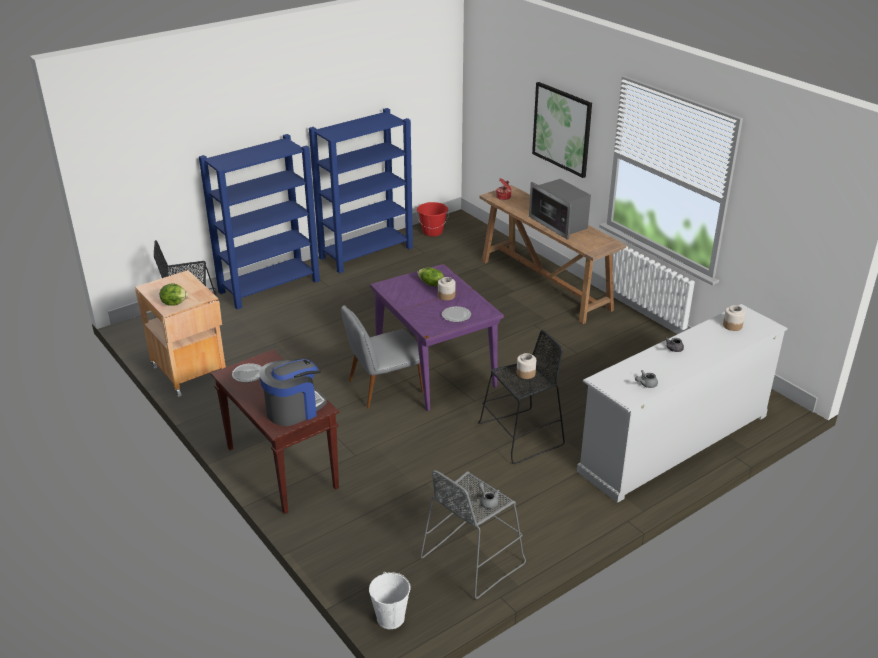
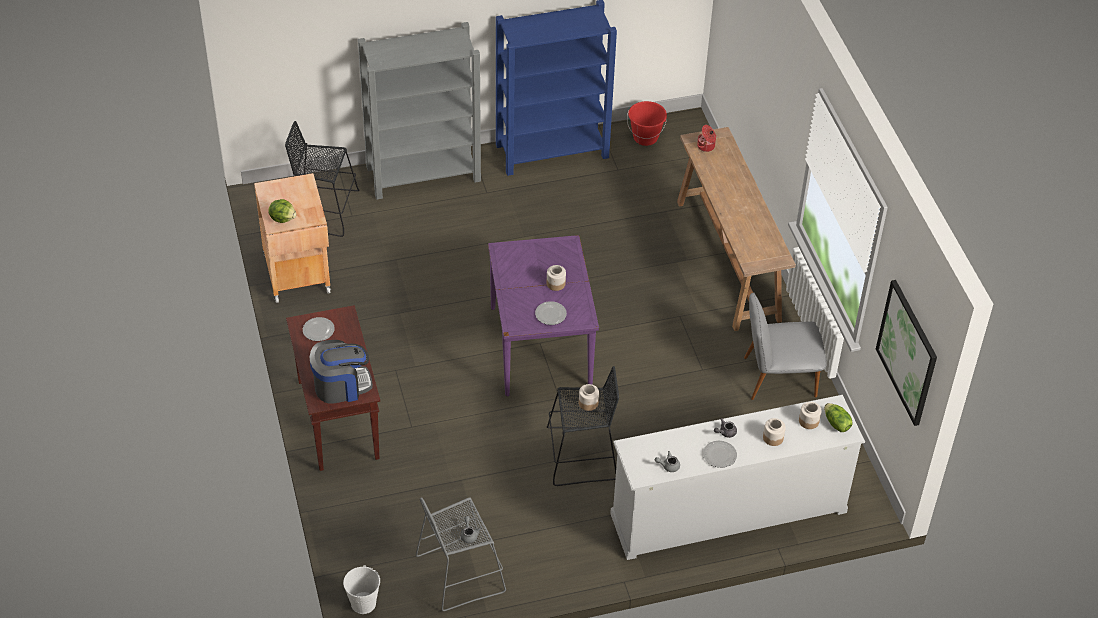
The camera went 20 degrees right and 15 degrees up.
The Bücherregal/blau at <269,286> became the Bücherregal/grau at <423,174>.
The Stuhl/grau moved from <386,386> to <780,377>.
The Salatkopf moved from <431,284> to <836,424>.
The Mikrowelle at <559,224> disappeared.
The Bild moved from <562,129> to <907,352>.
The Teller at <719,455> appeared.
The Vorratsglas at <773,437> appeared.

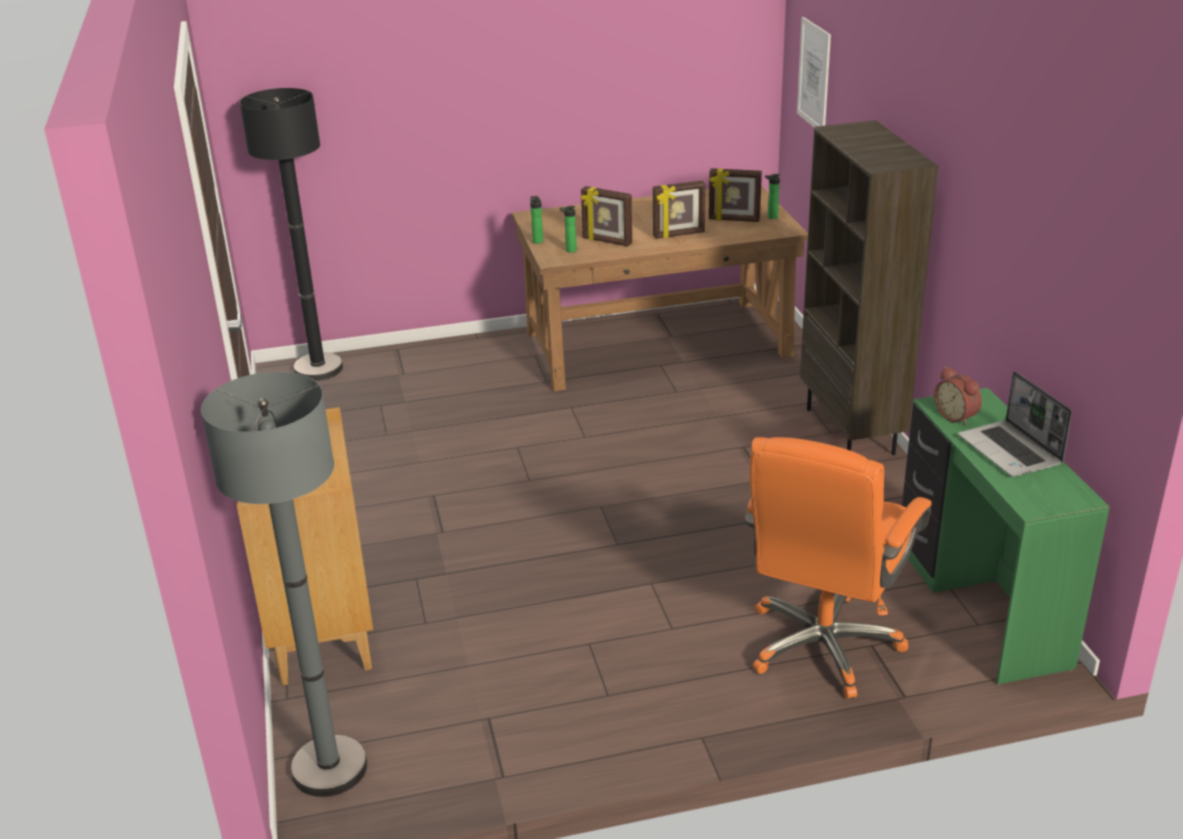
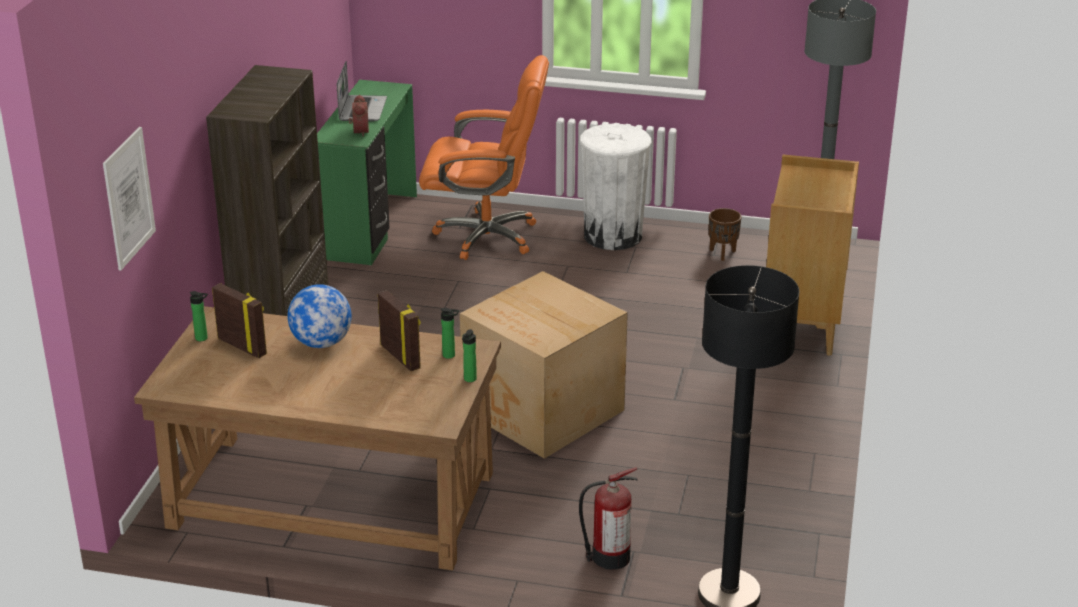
The camera went 155 degrees left and 0 degrees up.
The Bilderrahmen at <679,234> was replaced by the Globus at <321,343>.
The Bürostuhl/orange at <824,642> turned 45 degrees clockwise.
The Karton at <543,412> appeared.
The Feuerlöscher at <608,557> appeared.
The Mülleimer/weiß at <613,236> appeared.
The Pflanzkübel/braun at <723,253> appeared.

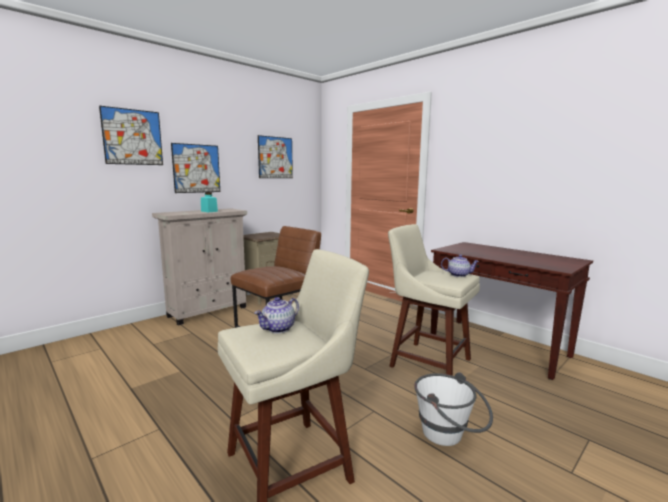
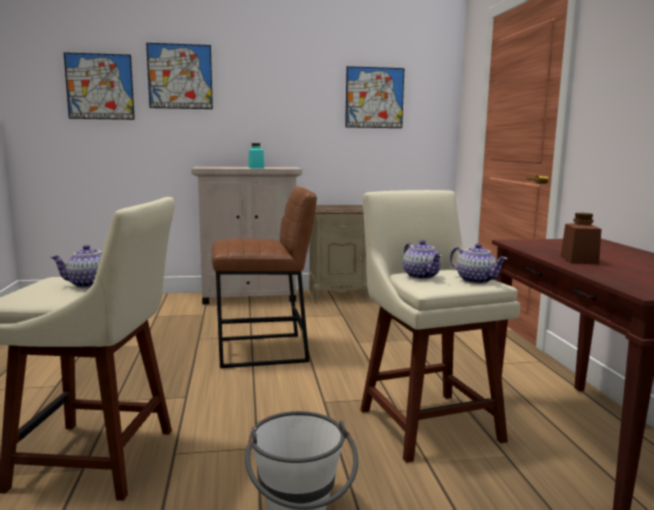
The camera went 35 degrees right and 0 degrees up.
The Bild moved from <196,168> to <100,86>.
The Teekanne at <422,276> appeared.
The Vorratsglas/braun at <579,260> appeared.

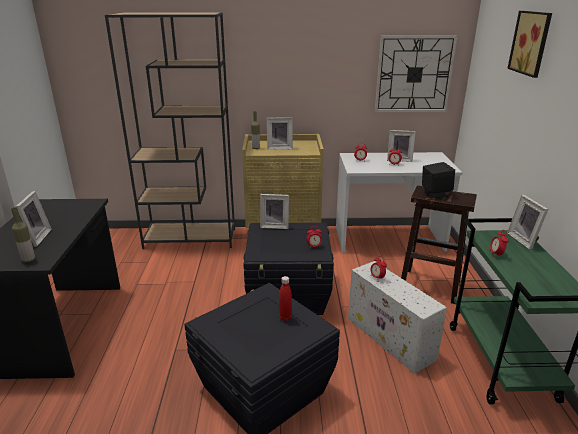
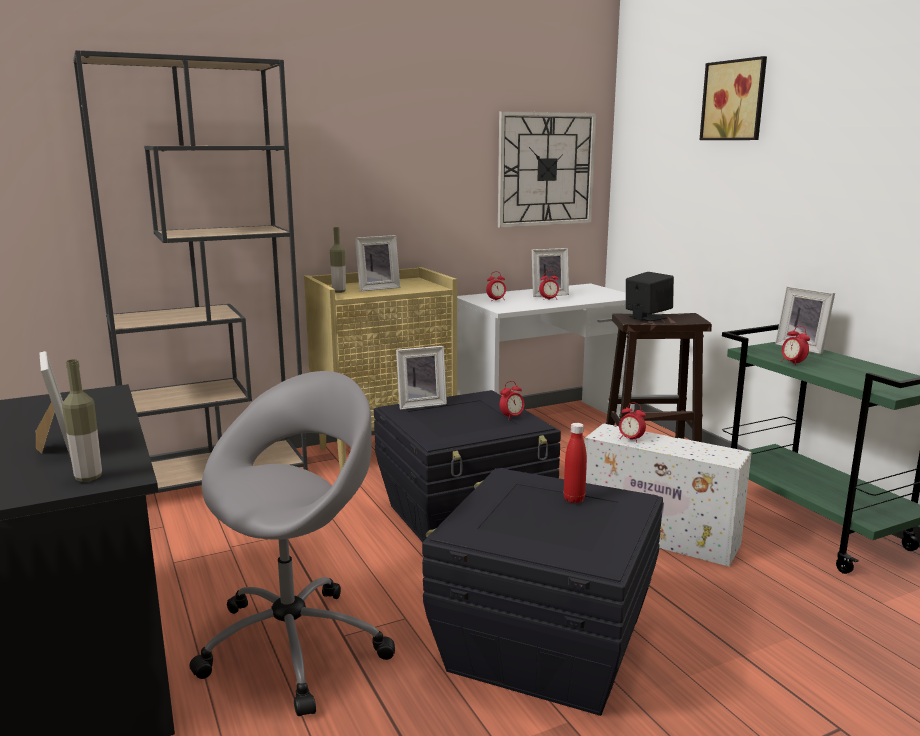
The camera went 25 degrees left and 10 degrees down.
The Bürostuhl/grau at <297,644> appeared.

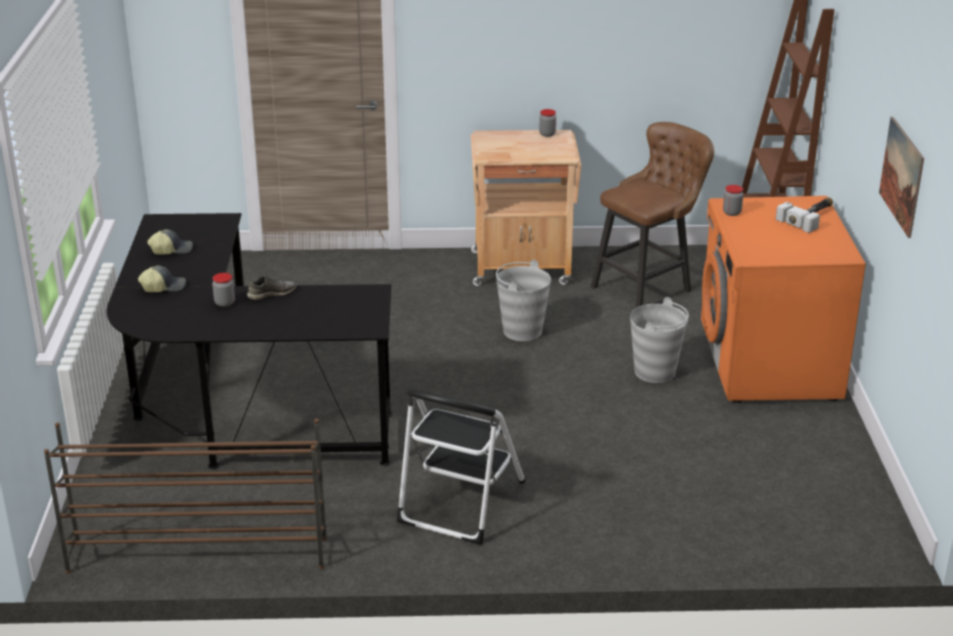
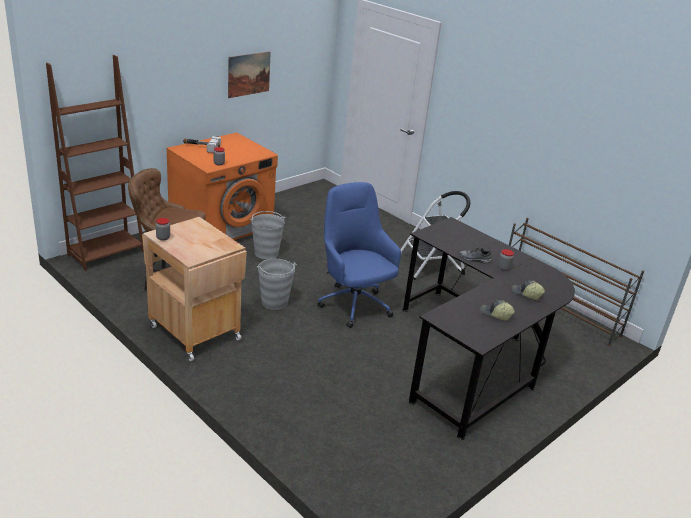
The camera went 135 degrees left and 0 degrees up.
The Bürostuhl/blau at <353,305> appeared.

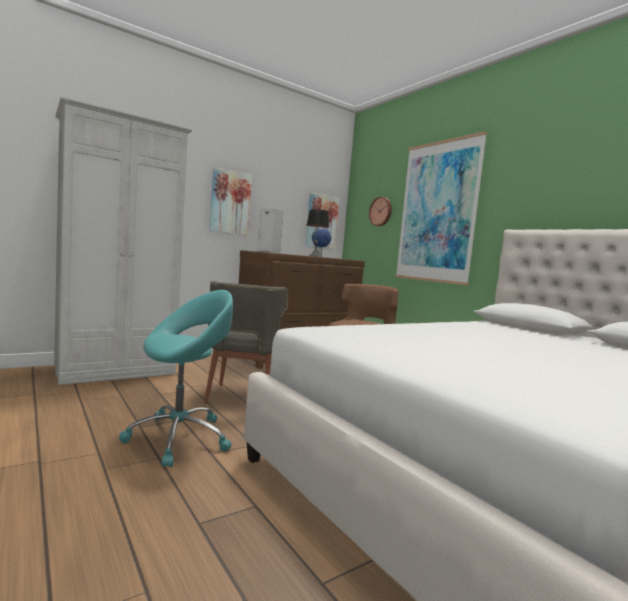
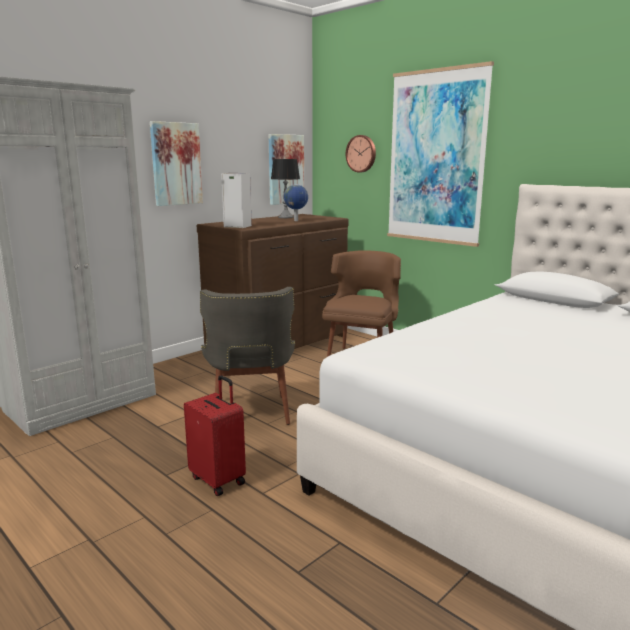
The camera went 10 degrees left and 10 degrees up.
The Bürostuhl/türkis at <181,437> was replaced by the Koffer/rot at <219,480>.

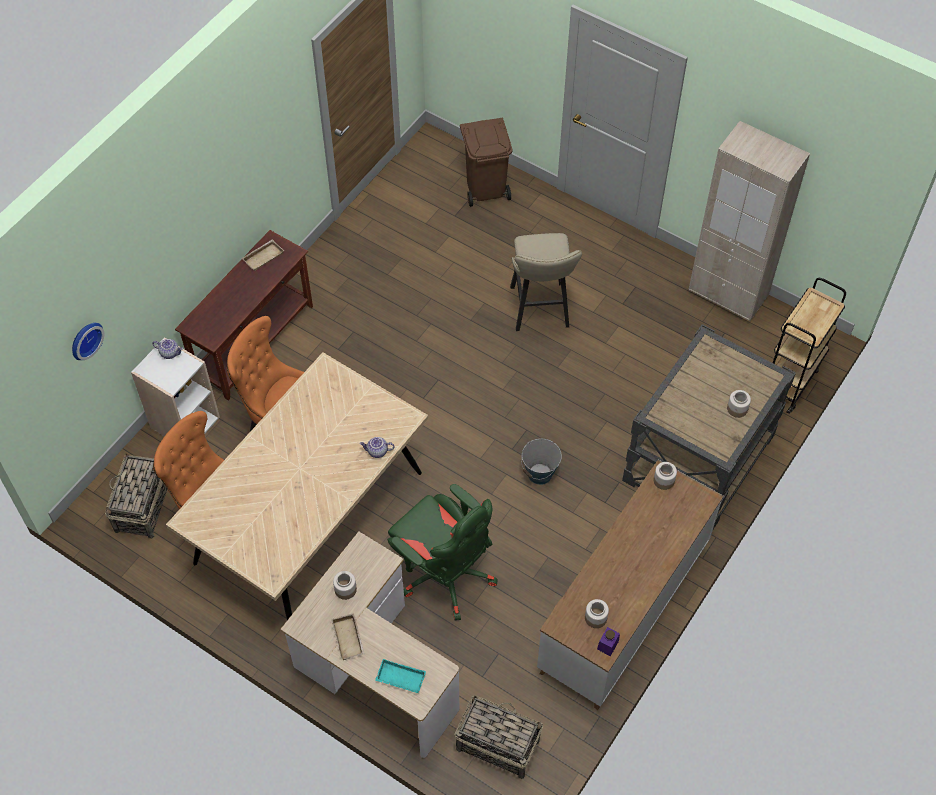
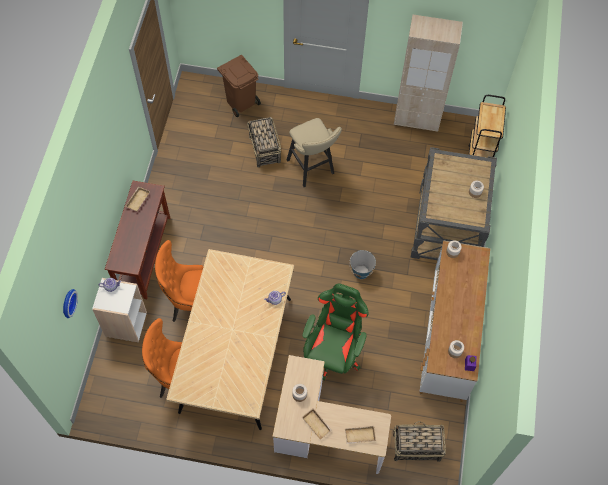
The camera went 25 degrees left and 5 degrees up.
The Korb moved from <142,507> to <264,149>.
The Tablett/türkis at <399,679> became the Tablett/beige at <359,436>.
The Bürostuhl/grün at <441,570> turned 90 degrees counterclockwise.

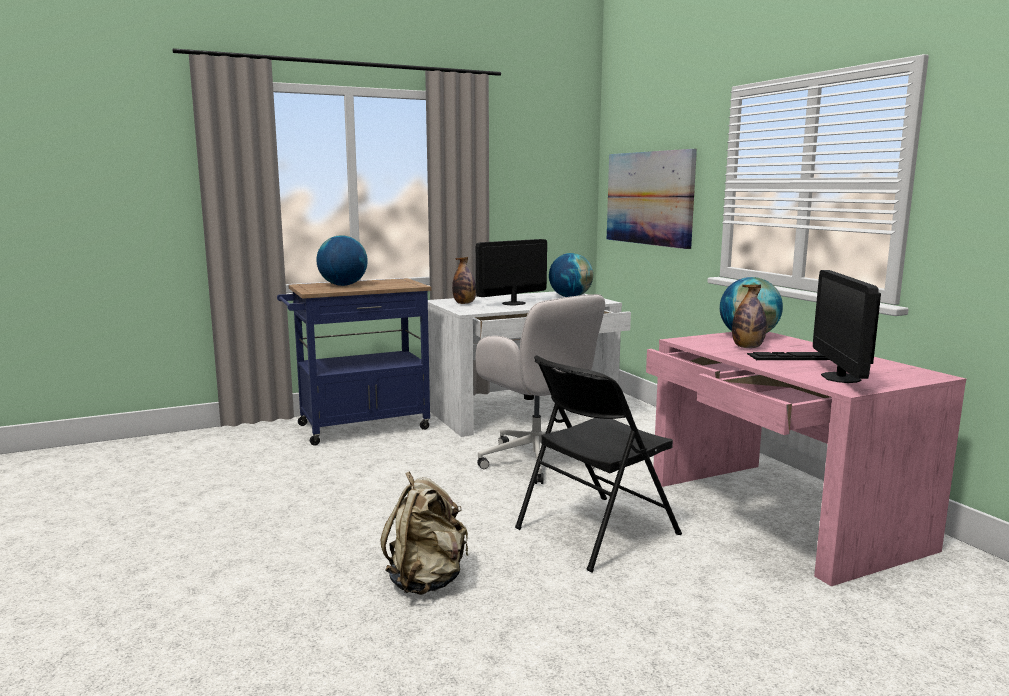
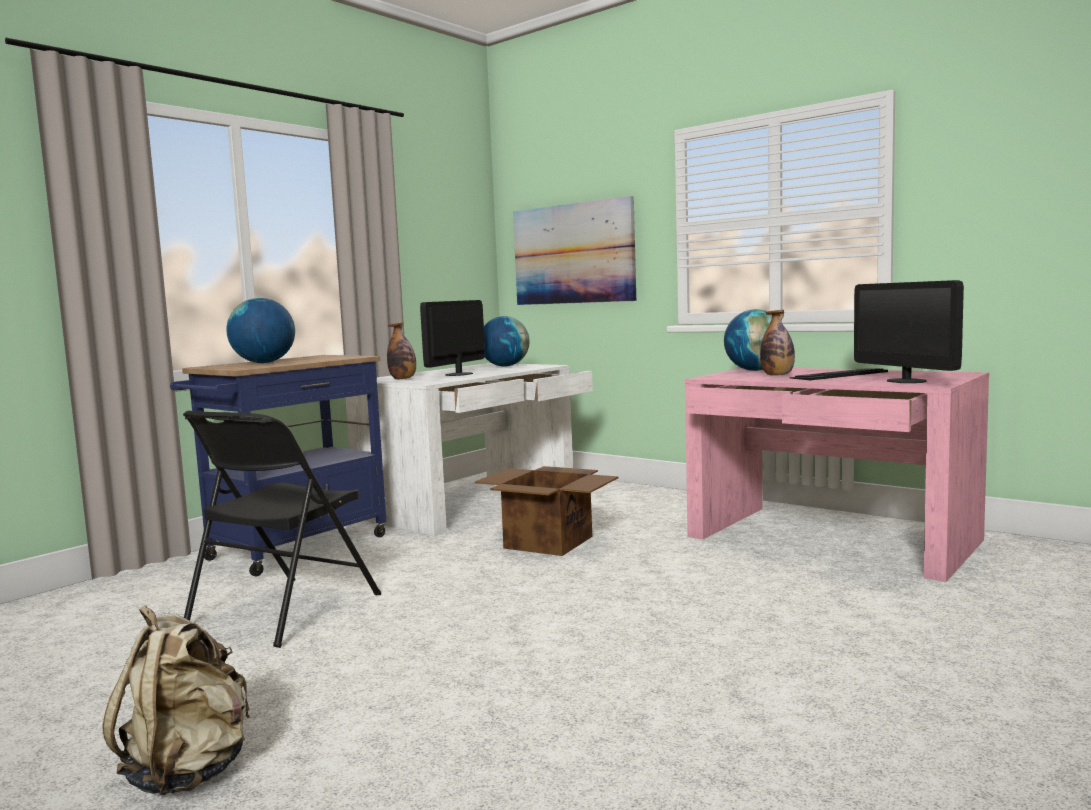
The camera went 25 degrees left and 5 degrees down.
The Rucksack/beige moved from <427,581> to <189,771>.
The Bürostuhl/weiß at <535,461> was replaced by the Karton at <549,542>.
The Stuhl/schwarz moved from <597,531> to <284,610>.

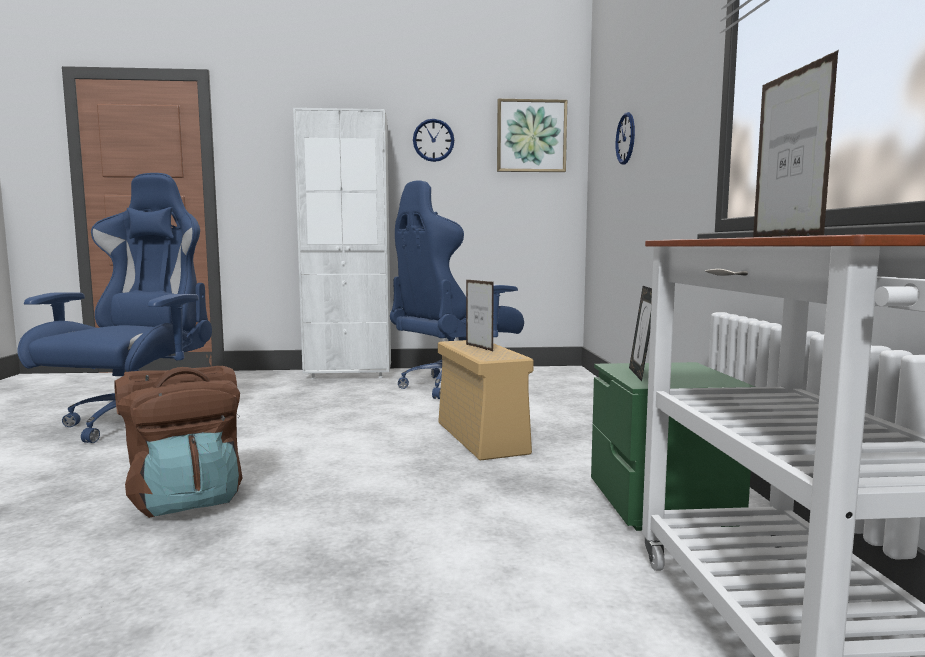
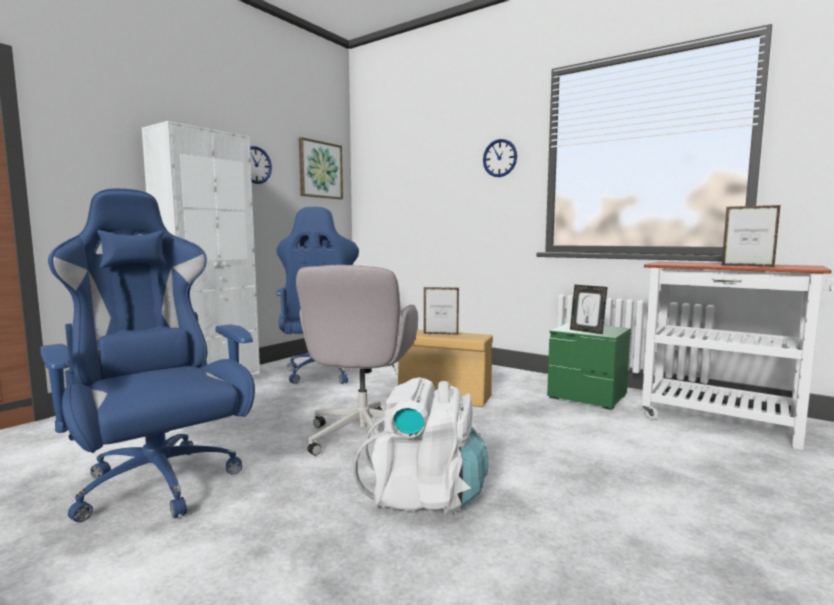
The camera went 50 degrees left and 0 degrees up.
The Rucksack/braun at <186,498> became the Rucksack/weiß at <424,496>.
The Wanduhr moved from <625,138> to <500,158>.
The Bürostuhl/grau at <362,437> appeared.

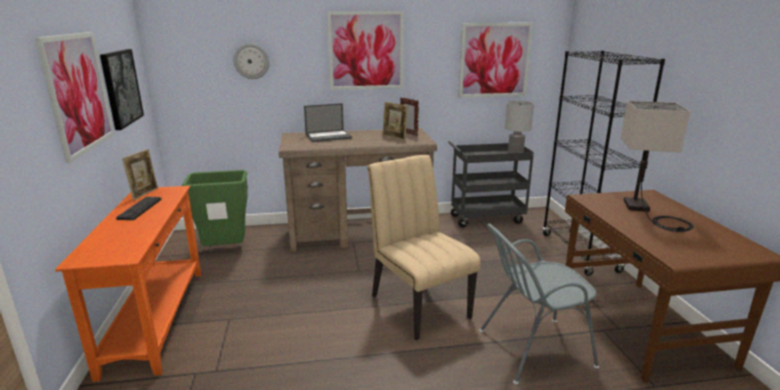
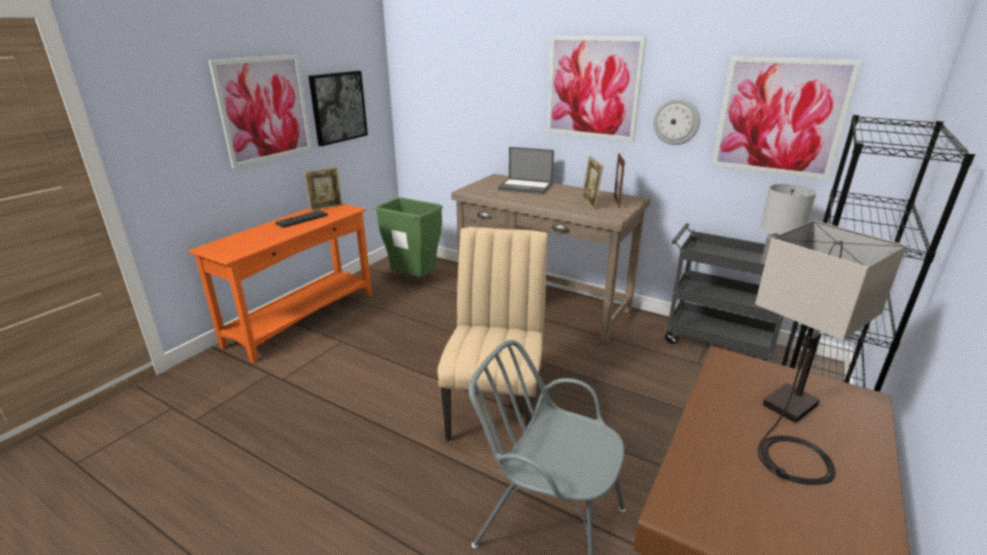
The camera went 40 degrees right and 5 degrees up.
The Wanduhr moved from <251,61> to <676,121>.

